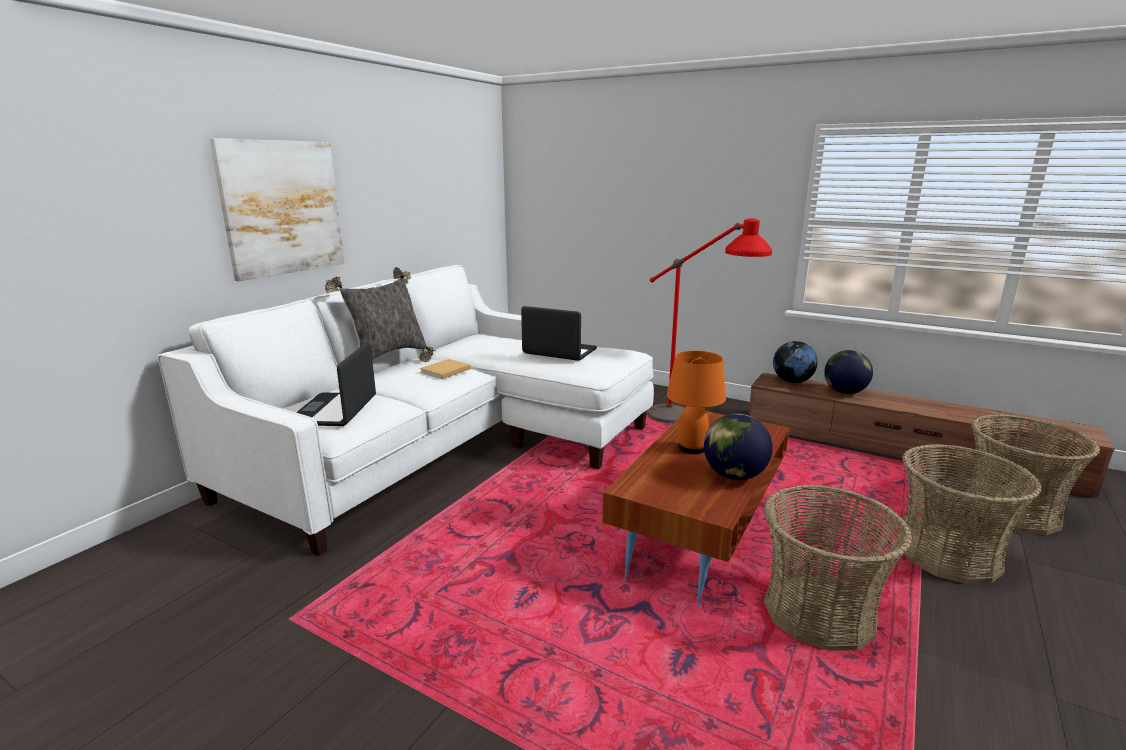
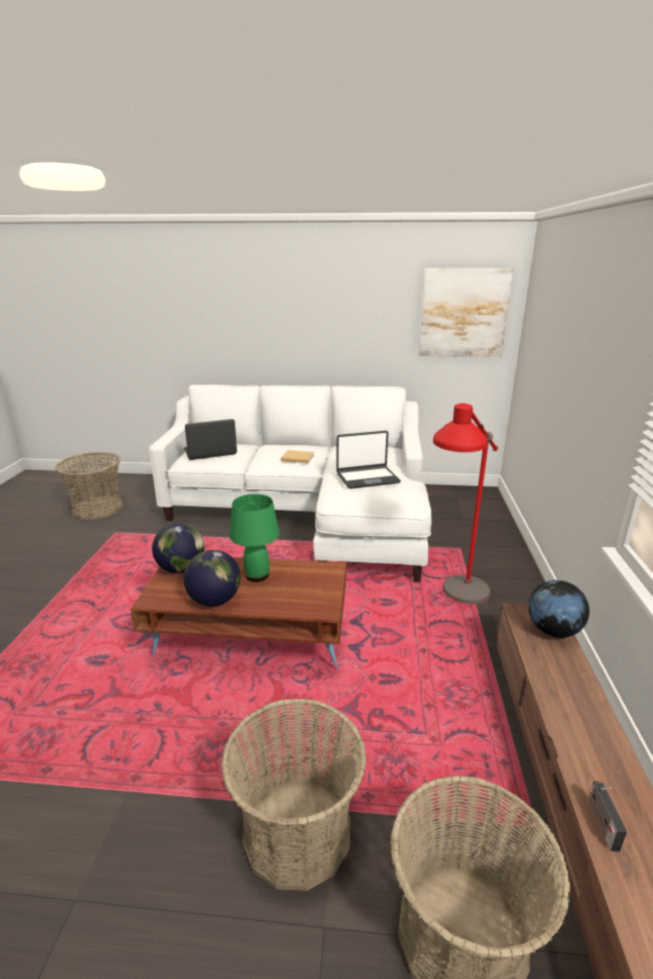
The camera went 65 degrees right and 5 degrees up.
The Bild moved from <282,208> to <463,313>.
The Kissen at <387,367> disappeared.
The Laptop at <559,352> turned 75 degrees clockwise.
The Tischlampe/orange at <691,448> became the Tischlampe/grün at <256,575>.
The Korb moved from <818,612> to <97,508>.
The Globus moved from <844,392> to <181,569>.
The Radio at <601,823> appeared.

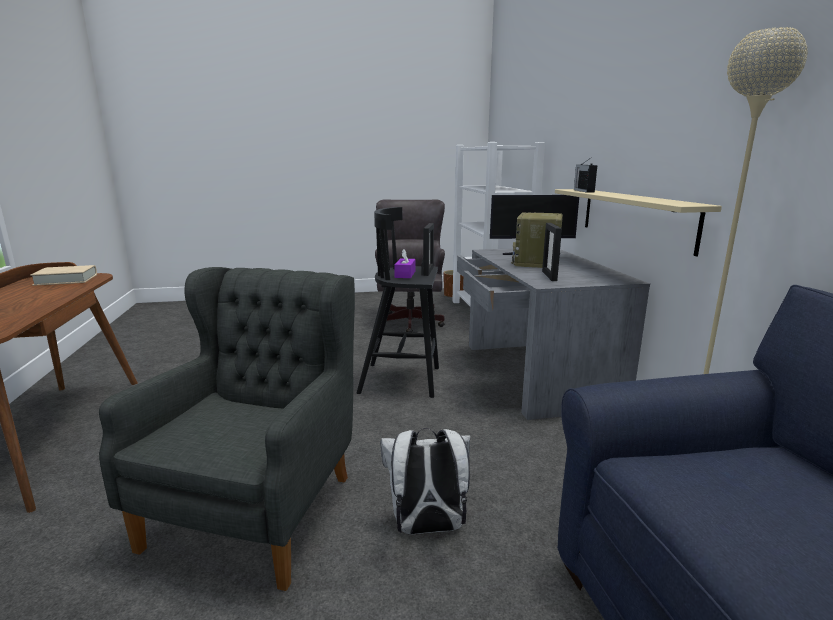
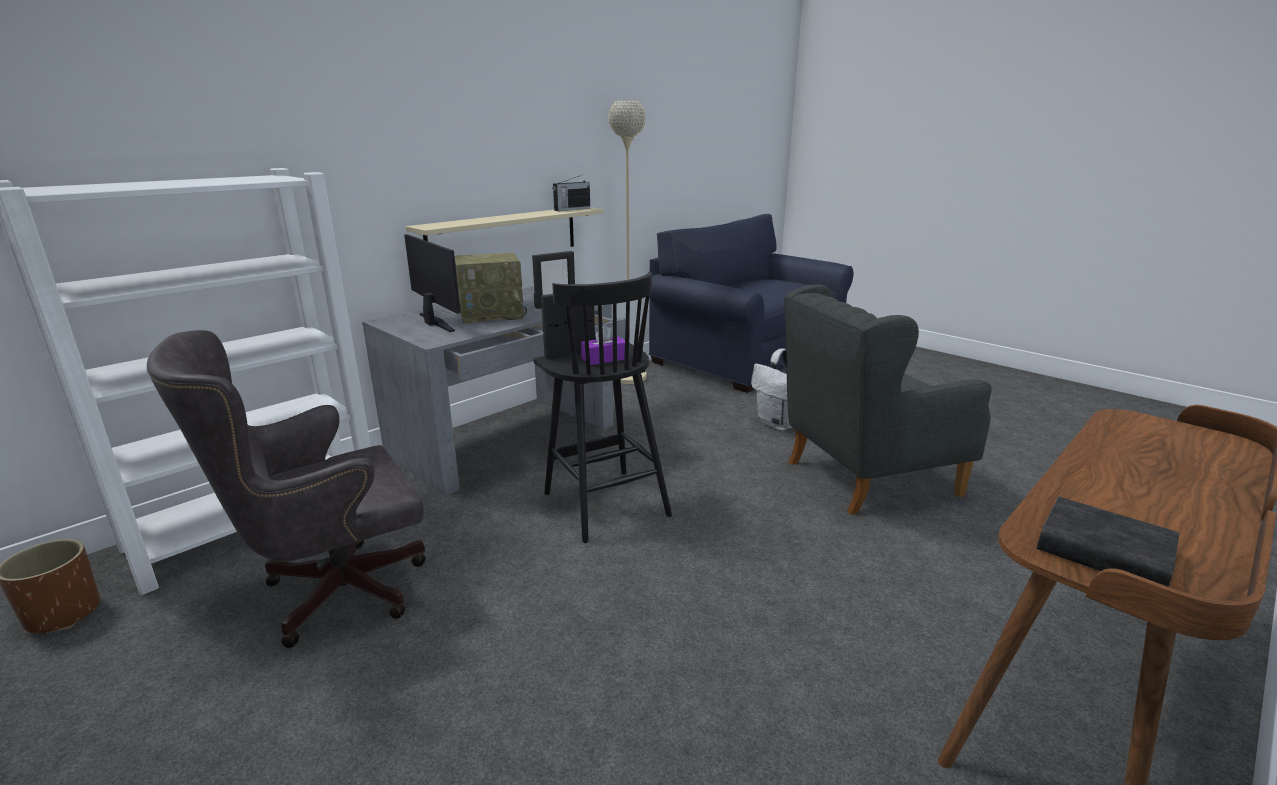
The camera went 125 degrees left and 5 degrees up.
The Buch/beige at <66,280> became the Buch/schwarz at <1103,552>.
The Radio moved from <583,191> to <571,209>.

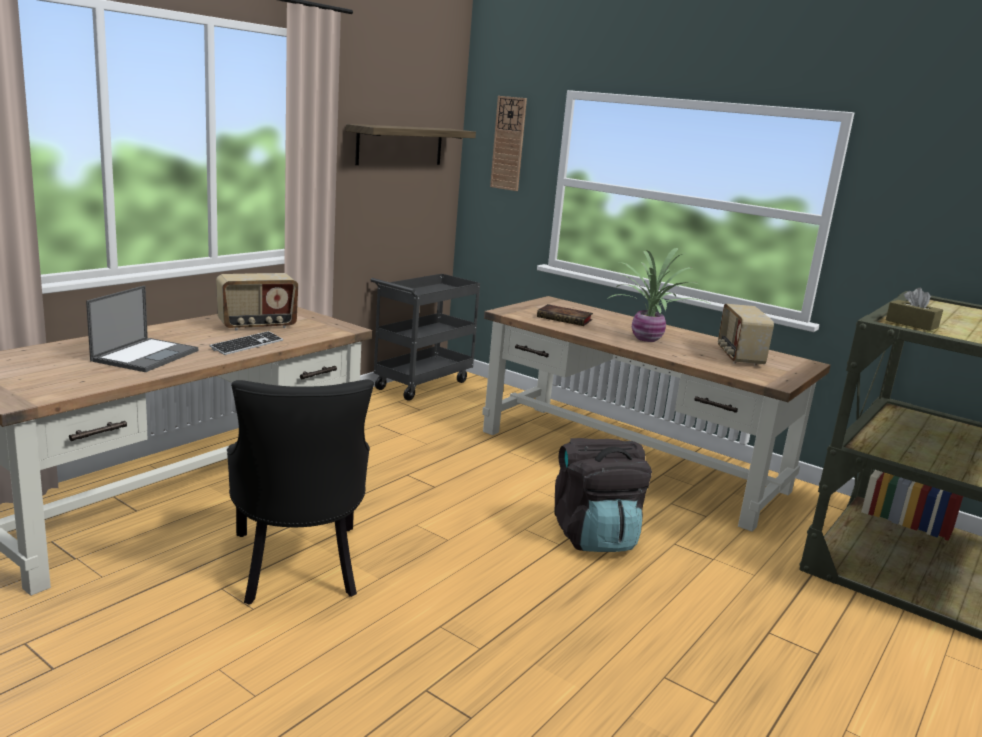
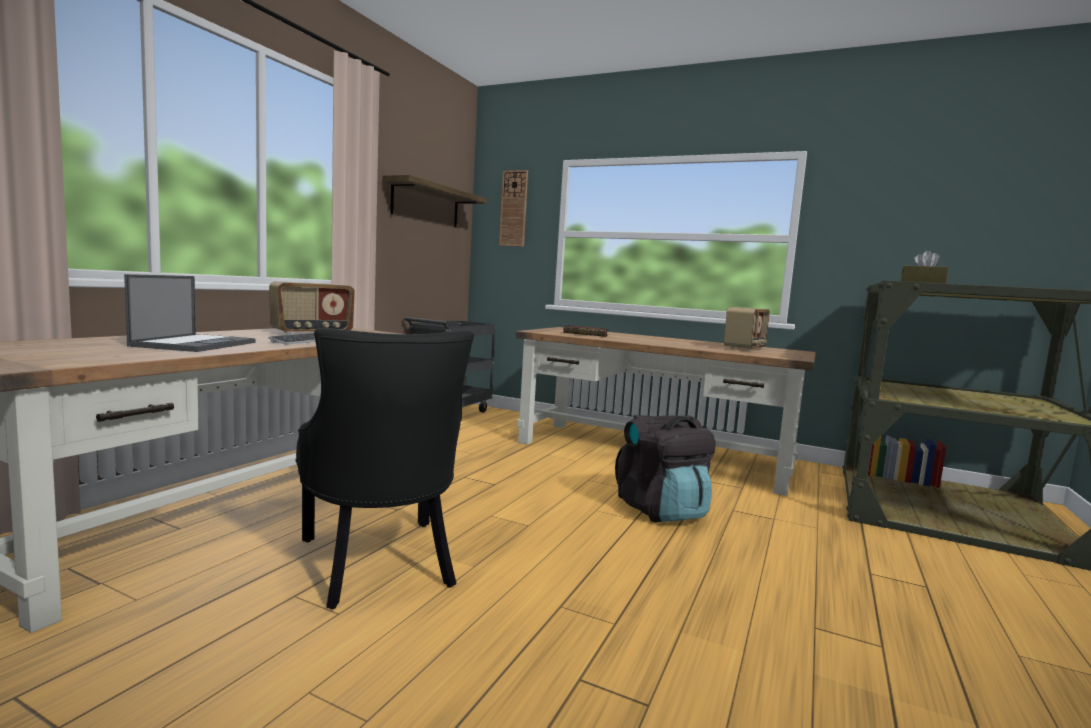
The camera went 10 degrees left and 10 degrees down.
The Topfpflanze at <648,339> disappeared.
The Radio at <738,357> turned 135 degrees counterclockwise.

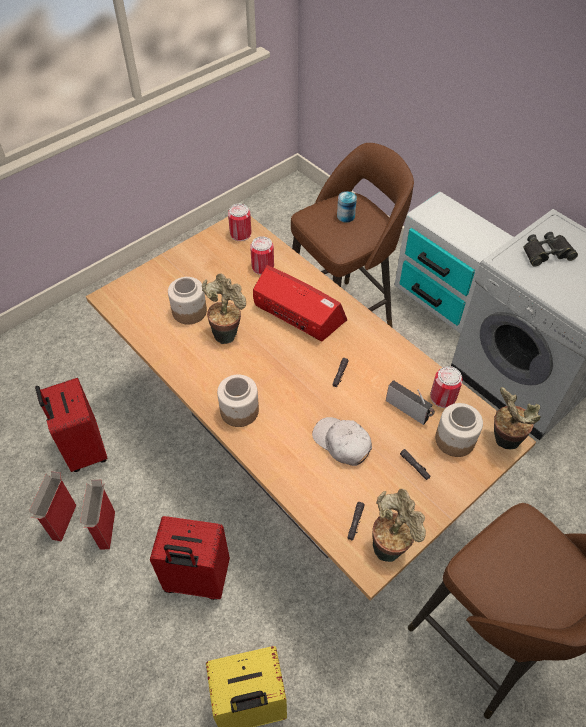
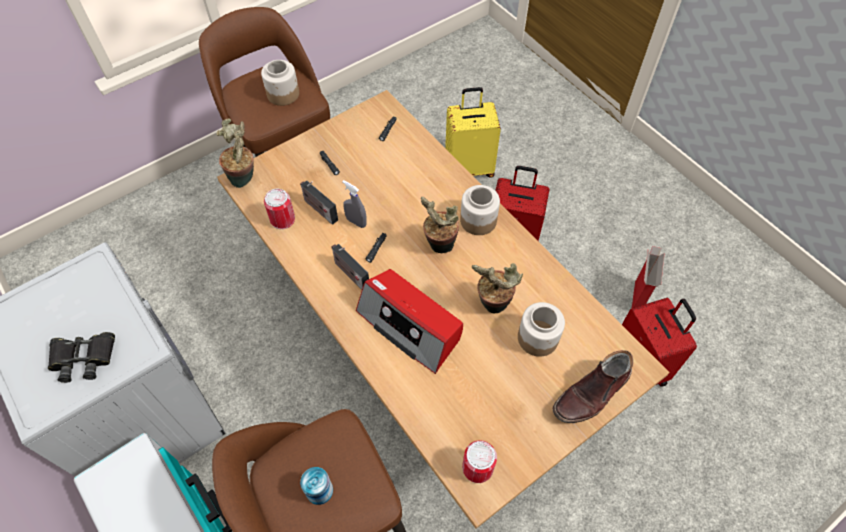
The camera went 175 degrees left and 5 degrees up.
The Karton at <107,531> disappeared.
The Dose at <263,267> disappeared.
The Kappe/weiß at <342,443> disappeared.
The Topfpflanze moved from <390,546> to <439,246>.
The Vorratsglas moved from <454,440> to <283,94>.
The Radio at <350,274> appeared.
The Sprühflasche/grau at <356,222> appeared.
The Stiefel/braun at <592,394> appeared.

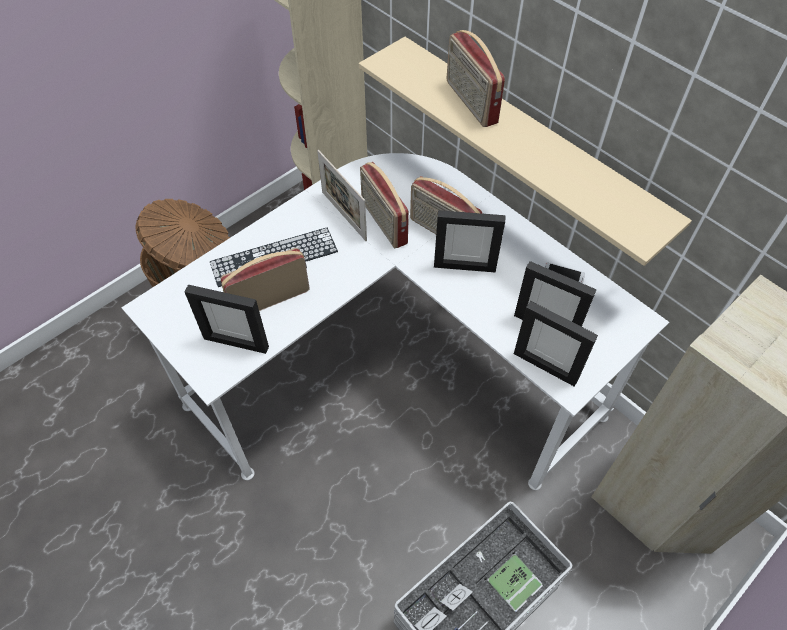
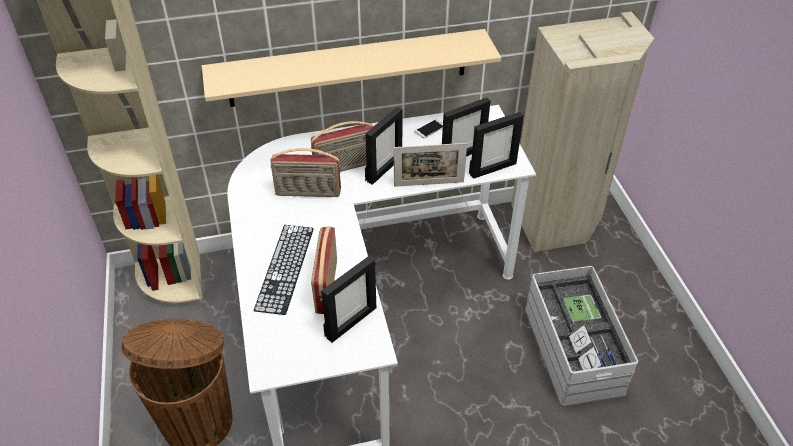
The camera went 60 degrees left and 10 degrees down.
The Bilderrahmen moved from <344,216> to <428,184>.
The Radio at <470,102> disappeared.

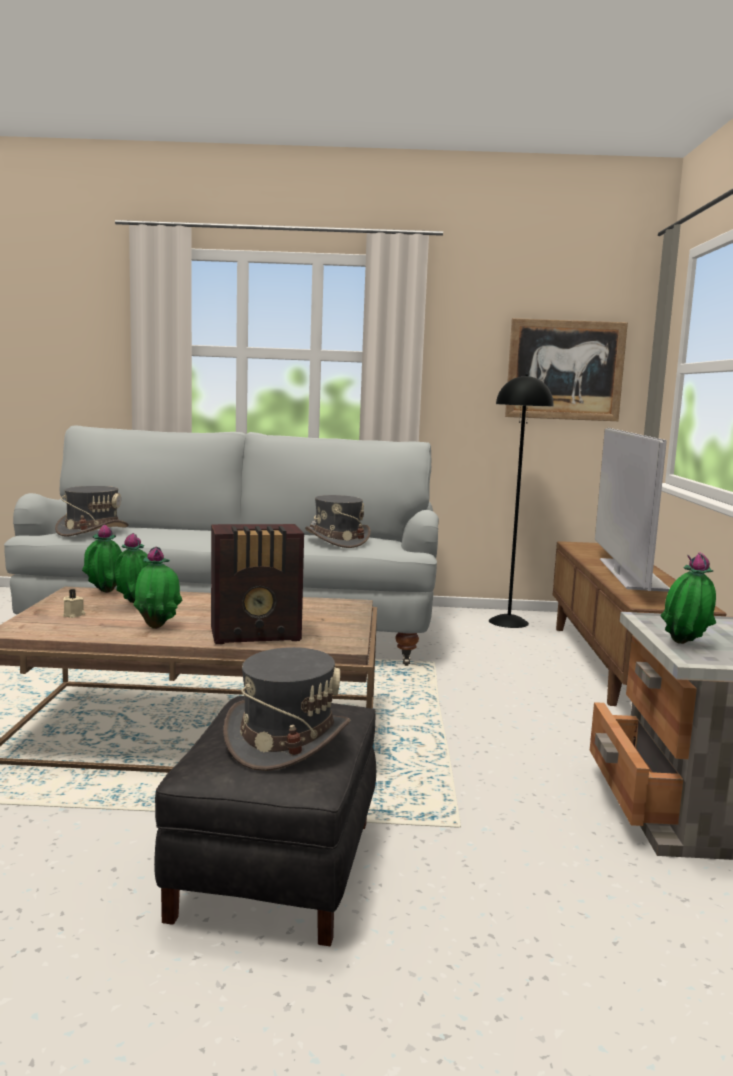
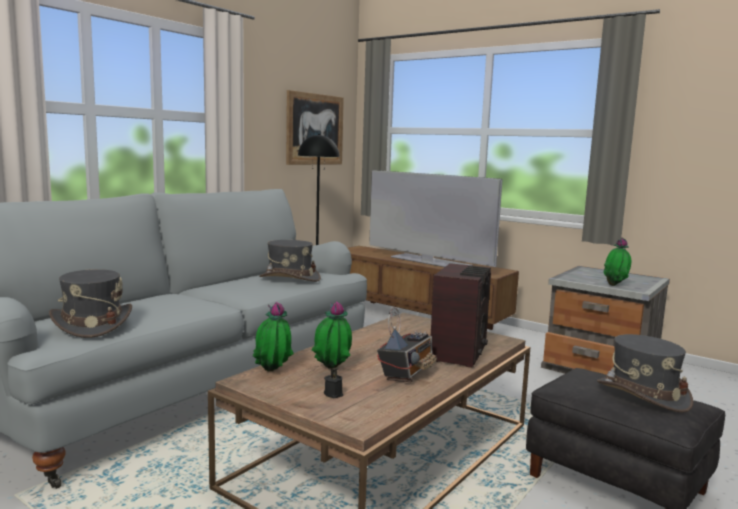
The camera went 55 degrees left and 0 degrees up.
The Kerze/beige at <74,615> became the Kerze/schwarz at <334,394>.
The Topfpflanze at <158,626> was replaced by the Radio at <407,374>.

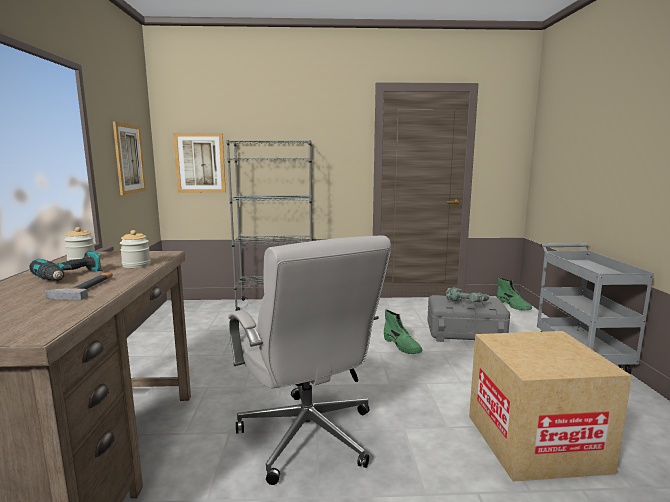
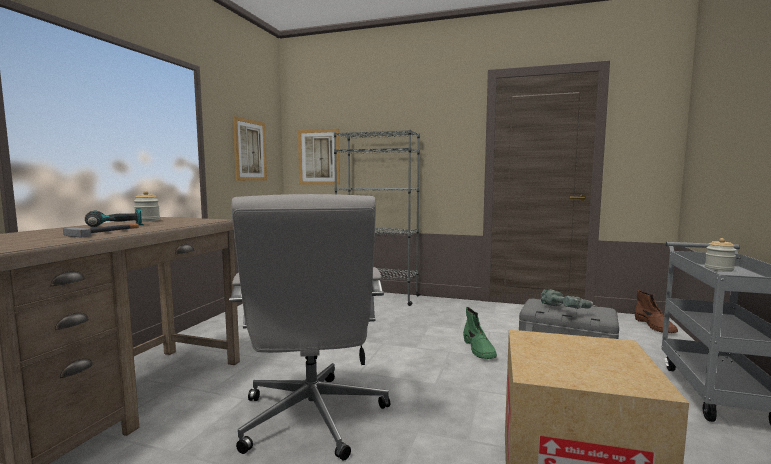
The camera went 20 degrees right and 5 degrees down.
The Vorratsglas moved from <136,265> to <719,269>.
The Stiefel/grün at <513,305> became the Stiefel/braun at <655,326>.

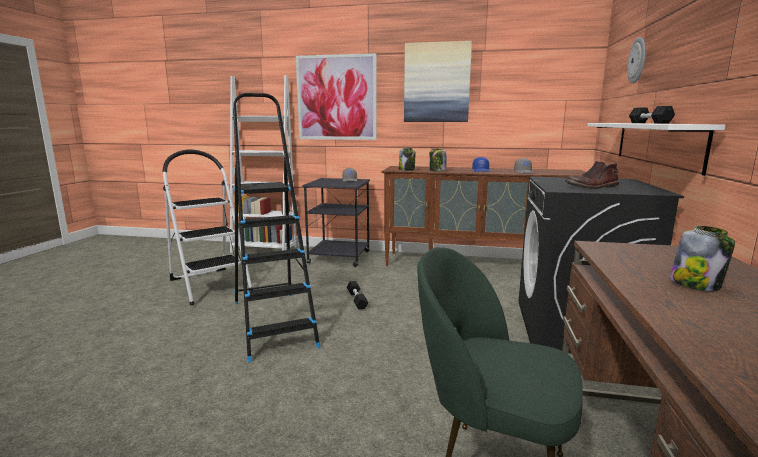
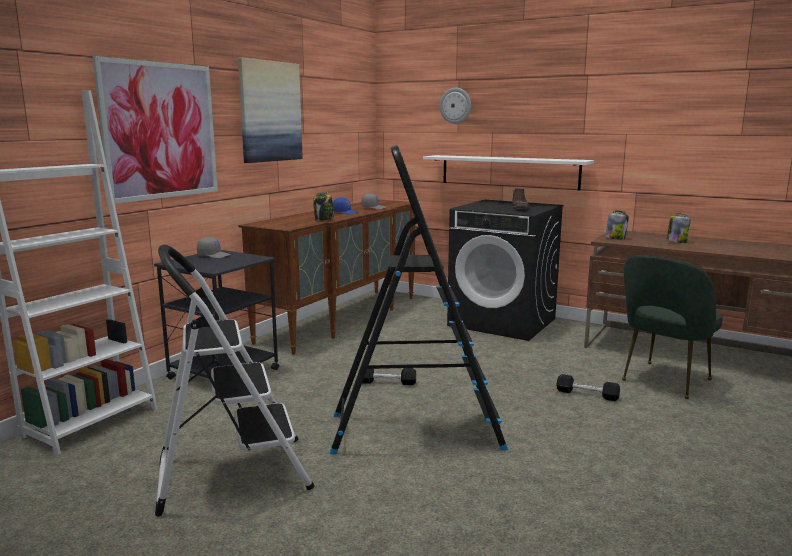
The camera went 70 degrees left and 0 degrees up.
The Vorratsglas moved from <407,170> to <615,238>.
The Hantel/schwarz moved from <649,123> to <587,394>.

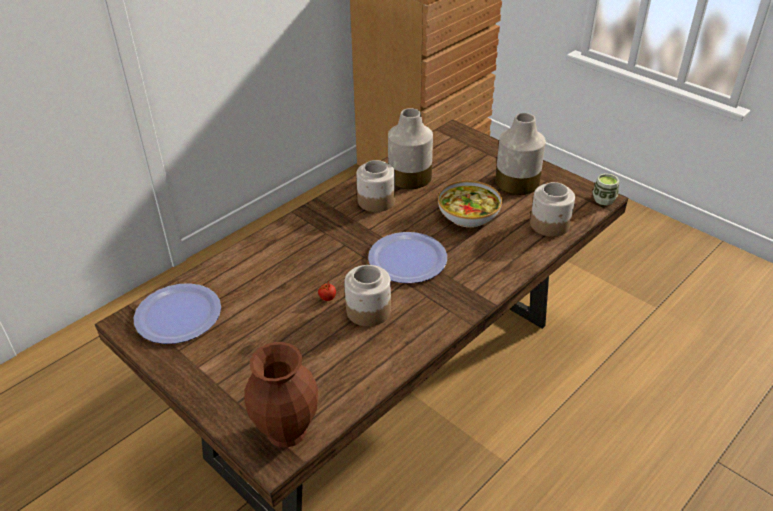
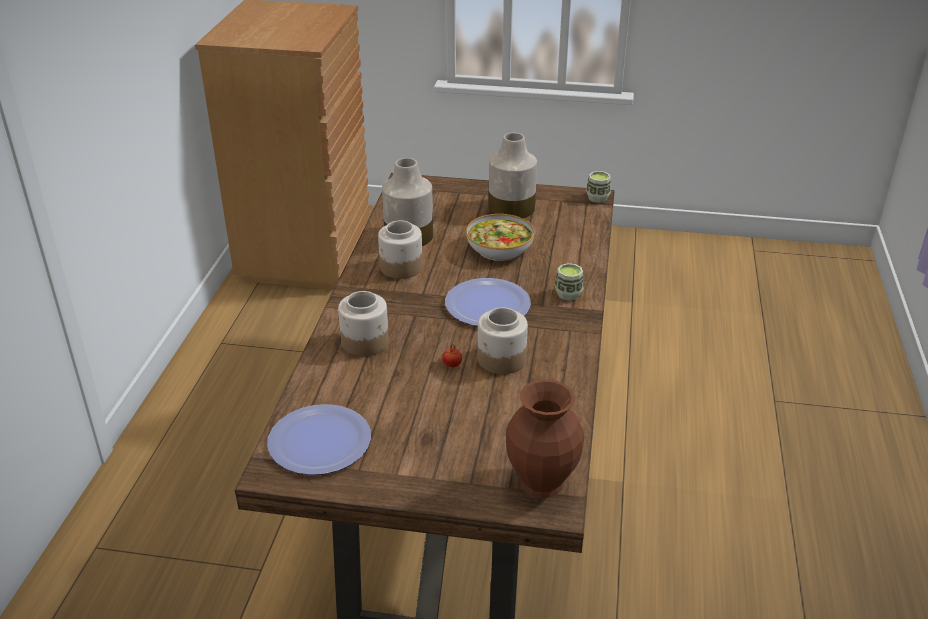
The camera went 35 degrees left and 5 degrees down.
The Vorratsglas moved from <550,225> to <365,342>.
The Tasse at <568,294> appeared.

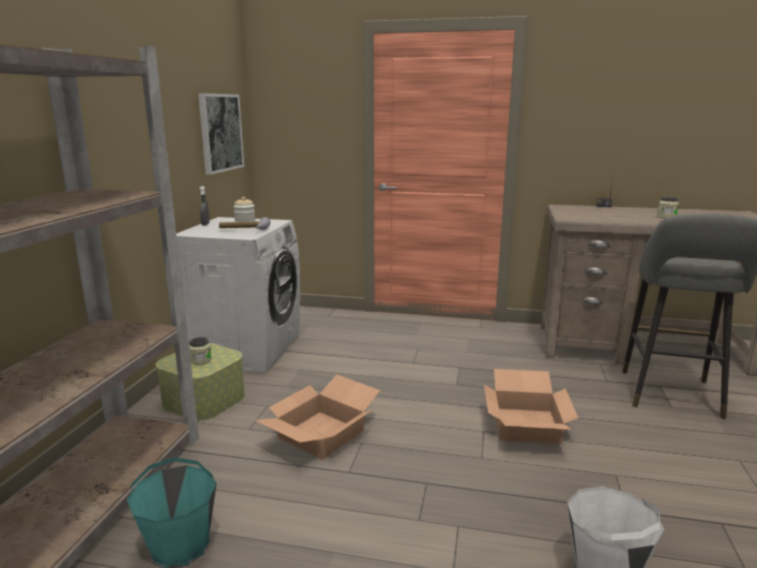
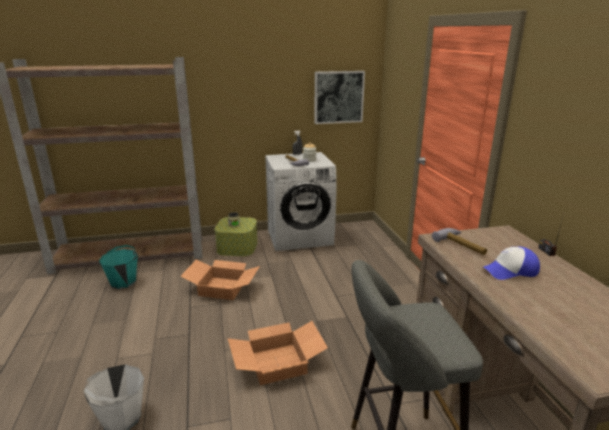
The camera went 65 degrees right and 5 degrees up.
The Vorratsglas at <666,217> disappeared.
The Hammer at <461,245> appeared.
The Kappe at <510,271> appeared.

